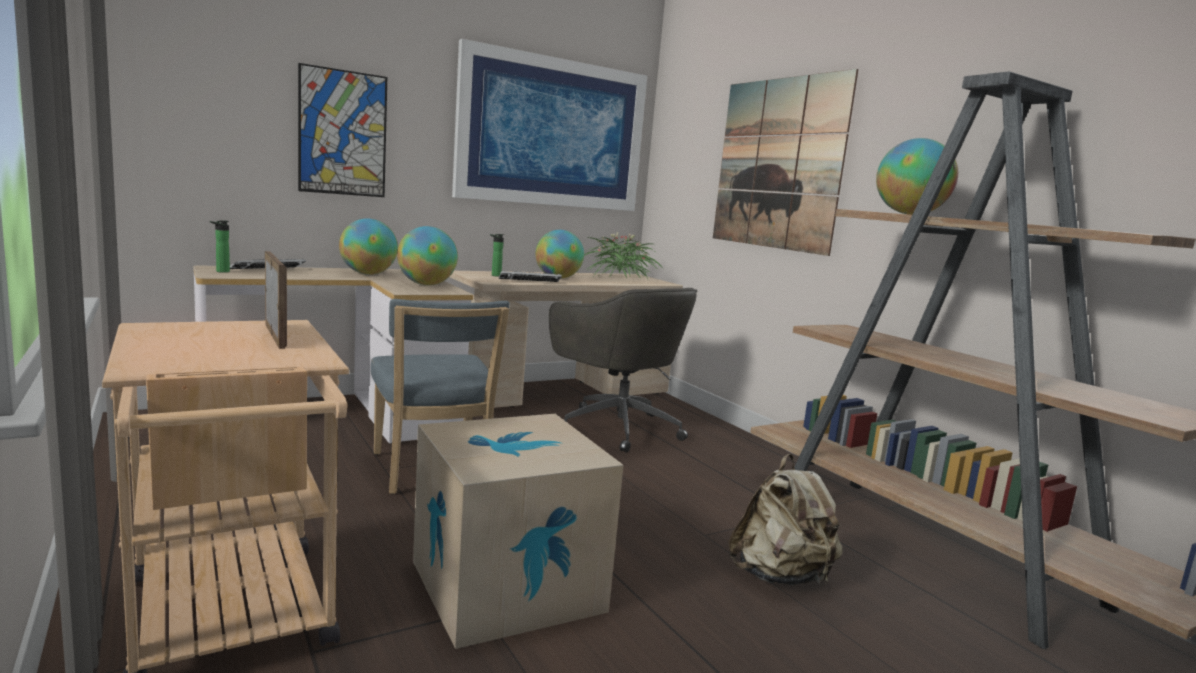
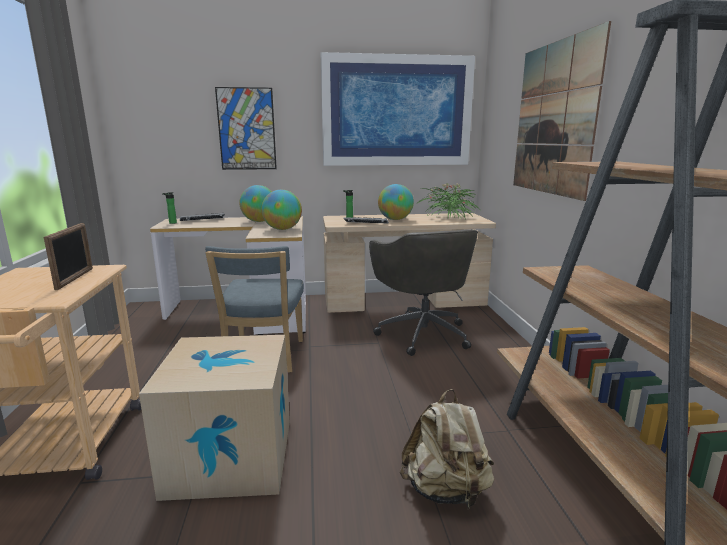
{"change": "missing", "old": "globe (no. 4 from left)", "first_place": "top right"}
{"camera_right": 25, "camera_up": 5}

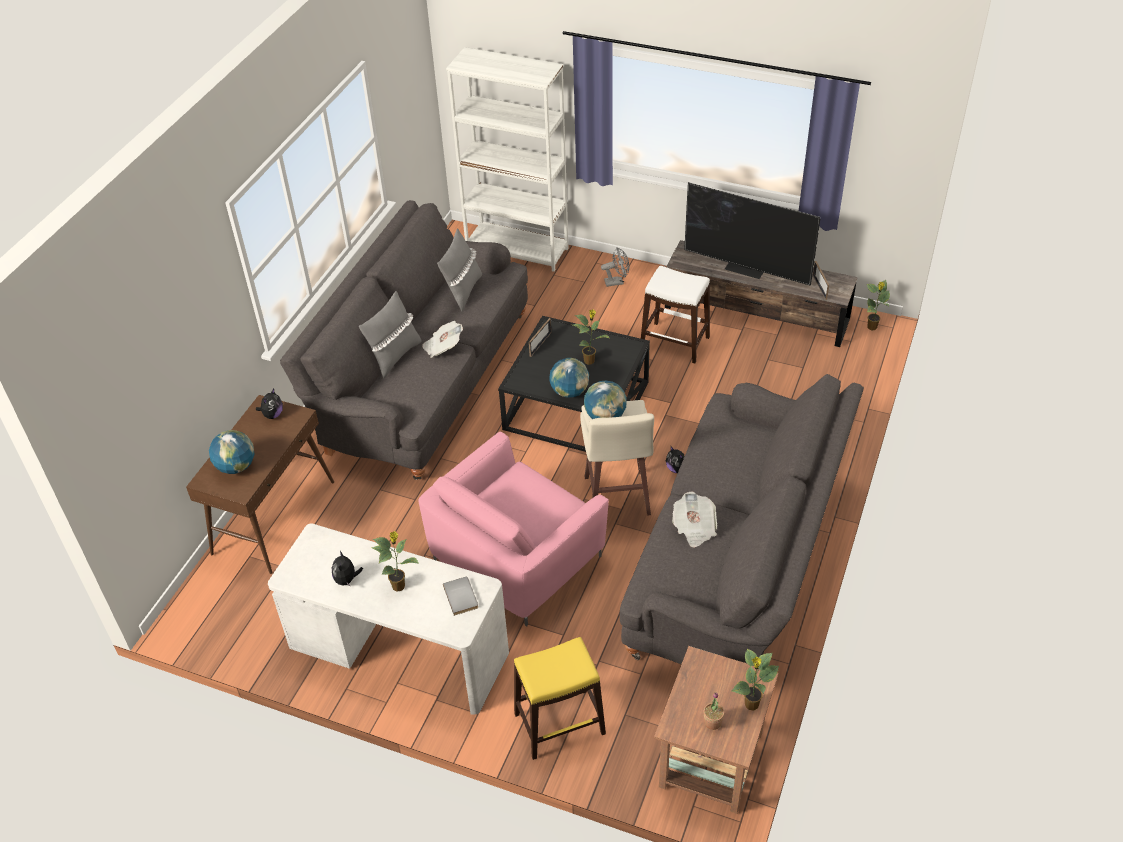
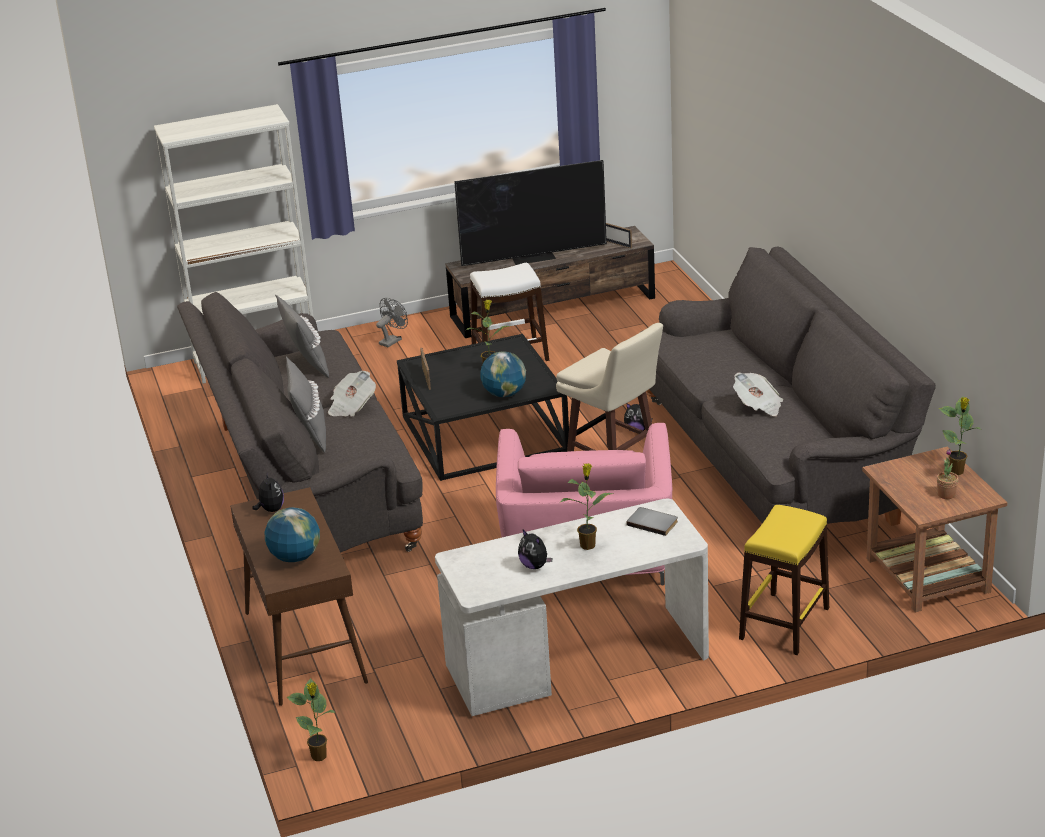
{"change": "relocated", "old": "potted plant (no. 5 from left in the first image)", "new": "potted plant (no. 1 from left)", "first_place": "middle right", "second_place": "bottom left"}
{"change": "missing", "old": "globe (no. 3 from left)", "first_place": "centre"}
{"camera_right": -40, "camera_up": -15}

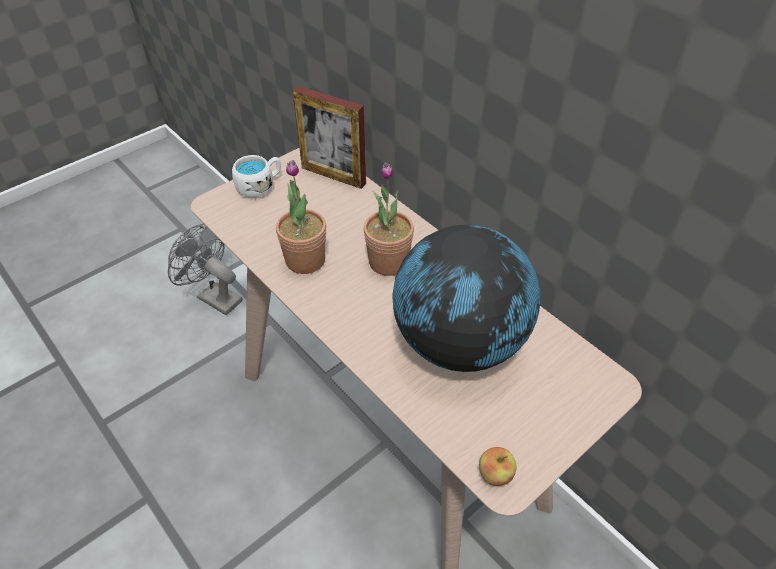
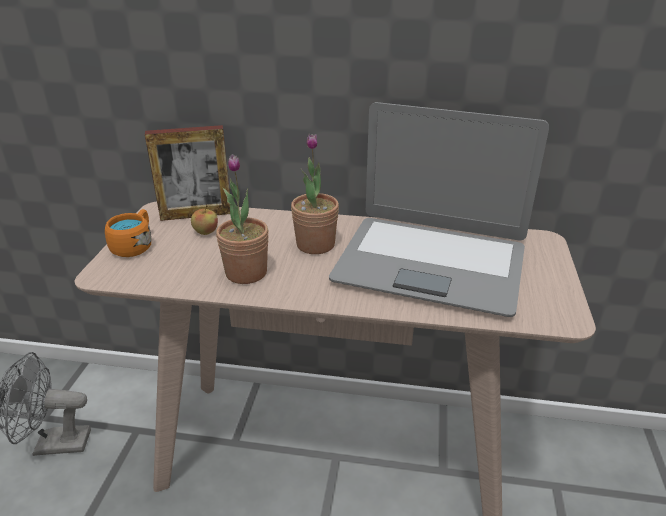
{"change": "colour", "old": "mug in white", "new": "mug in orange", "first_place": "top left", "second_place": "middle left"}
{"change": "relocated", "old": "apple", "first_place": "bottom centre", "second_place": "middle left"}
{"change": "exchanged", "old": "globe", "new": "laptop", "first_place": "centre", "second_place": "centre"}
{"camera_right": -40, "camera_up": -15}

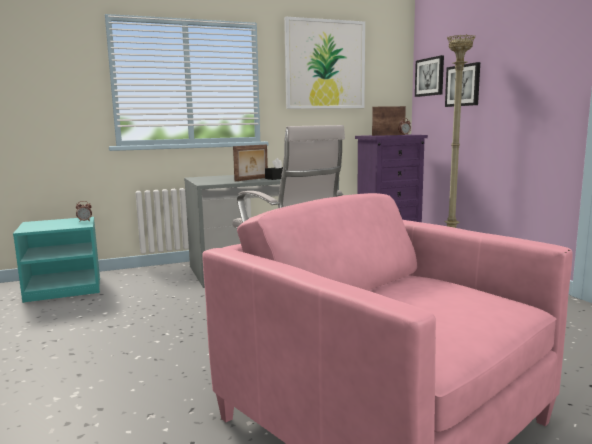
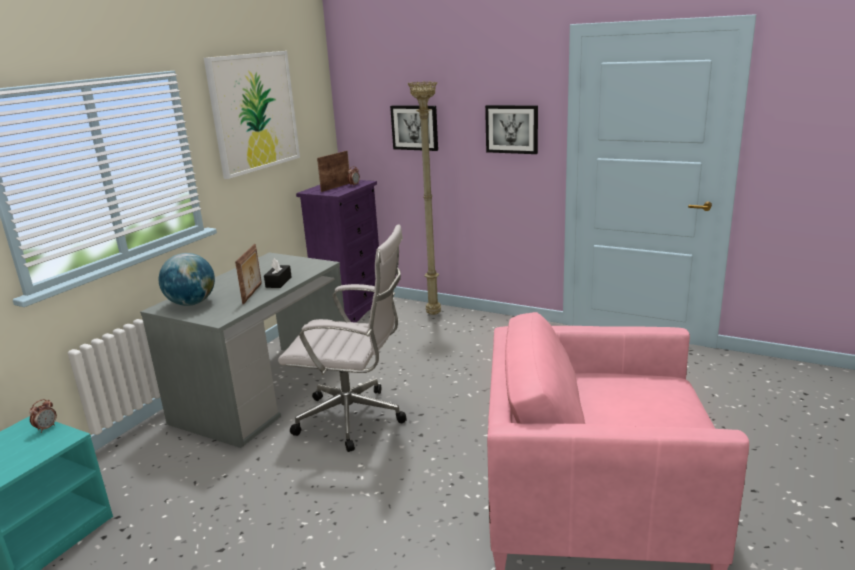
{"change": "appeared", "new": "globe", "second_place": "middle left"}
{"change": "relocated", "old": "picture (no. 2 from left in the first image)", "new": "picture (no. 3 from left)", "first_place": "top right", "second_place": "top centre"}
{"camera_right": -40, "camera_up": 10}

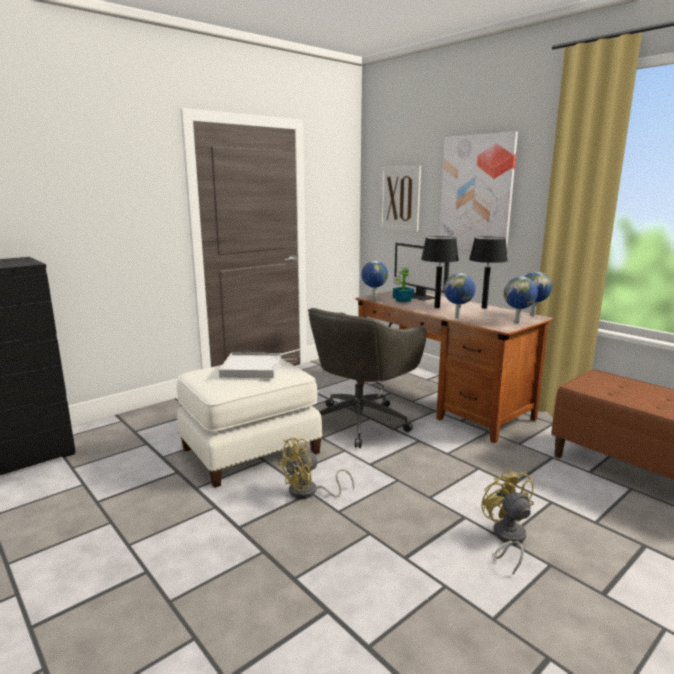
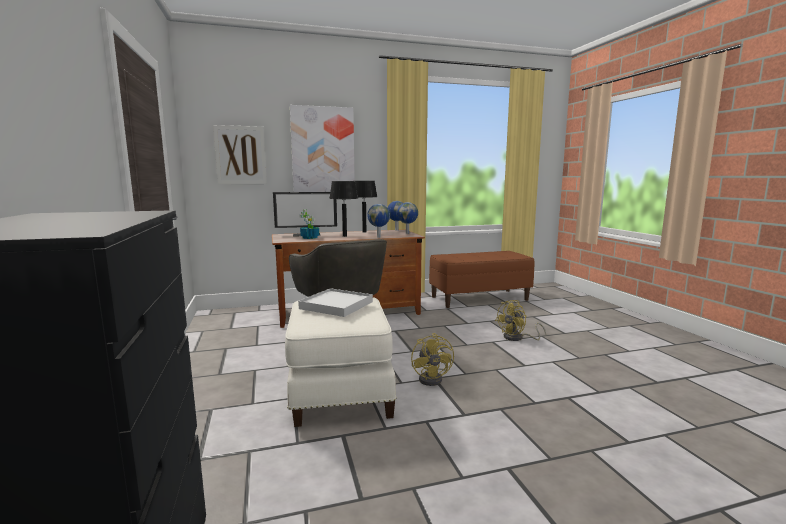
{"change": "spun", "old": "fan in yellow (no. 2 from left)", "first_place": "bottom right", "second_place": "centre", "degrees": -45}
{"change": "missing", "old": "globe (no. 1 from left)", "first_place": "centre"}
{"camera_right": -65, "camera_up": -5}

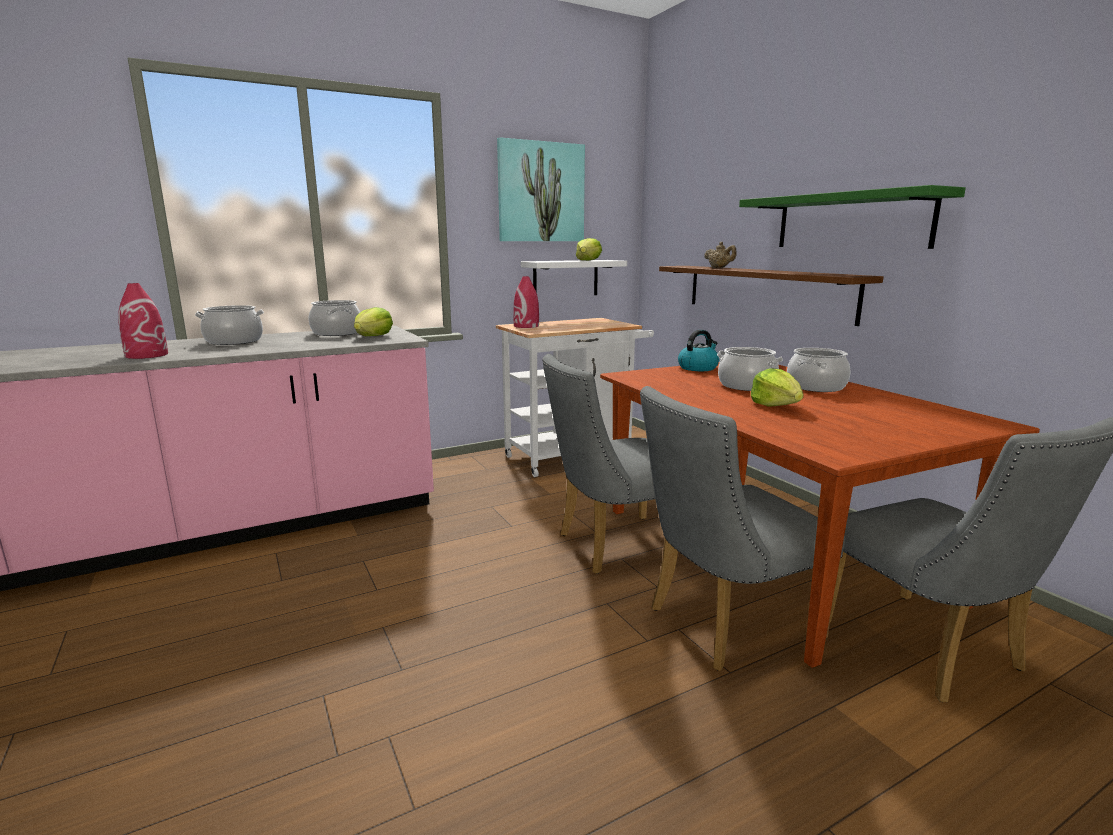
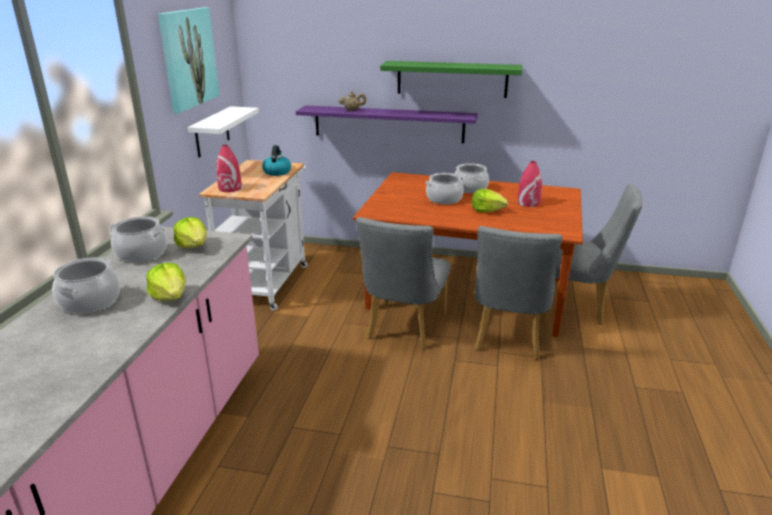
{"change": "relocated", "old": "lettuce (no. 2 from left in the first image)", "new": "lettuce (no. 1 from left)", "first_place": "top centre", "second_place": "middle left"}
{"change": "relocated", "old": "kettle", "first_place": "centre", "second_place": "top centre"}
{"change": "colour", "old": "shelf in brown", "new": "shelf in purple", "first_place": "middle right", "second_place": "top centre"}
{"change": "relocated", "old": "vase in red (no. 1 from left in the first image)", "new": "vase in red (no. 2 from left)", "first_place": "middle left", "second_place": "middle right"}
{"camera_right": -50, "camera_up": 10}

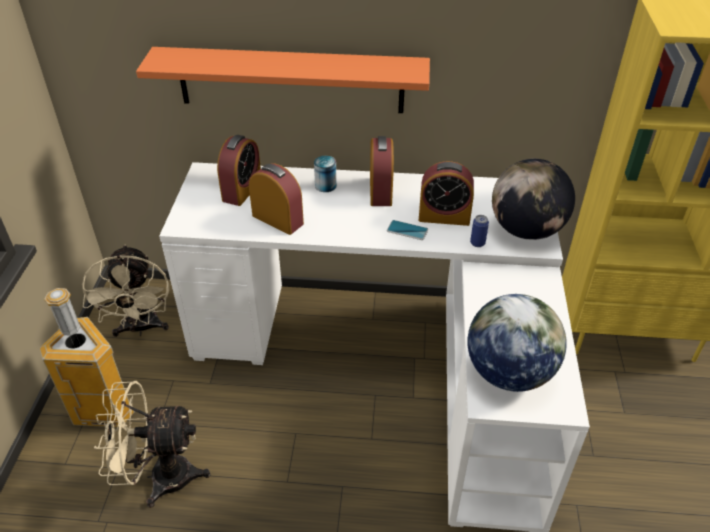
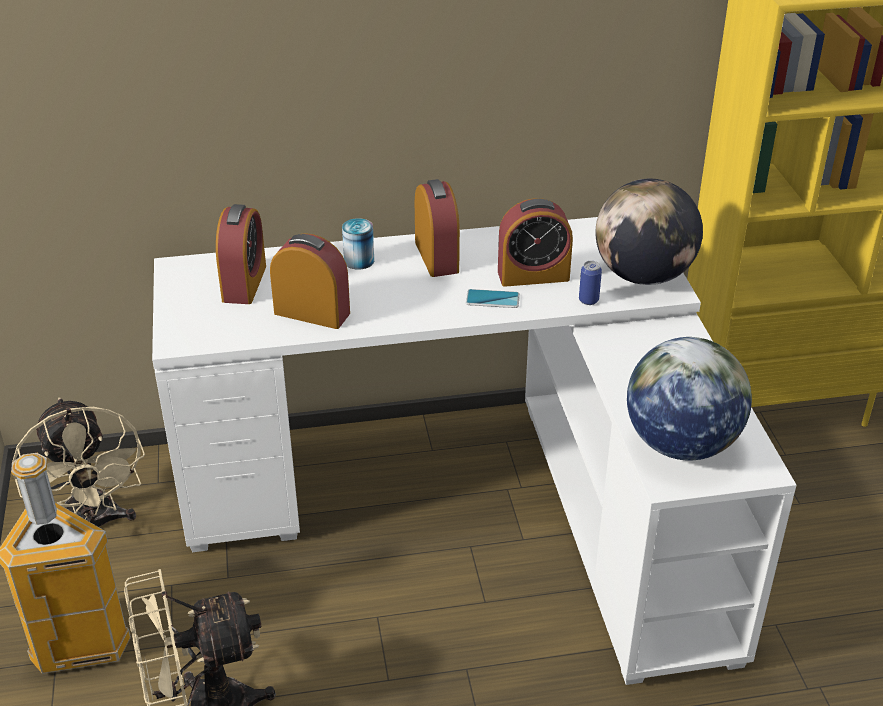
{"change": "missing", "old": "shelf in orange", "first_place": "top centre"}
{"camera_right": -15, "camera_up": -5}

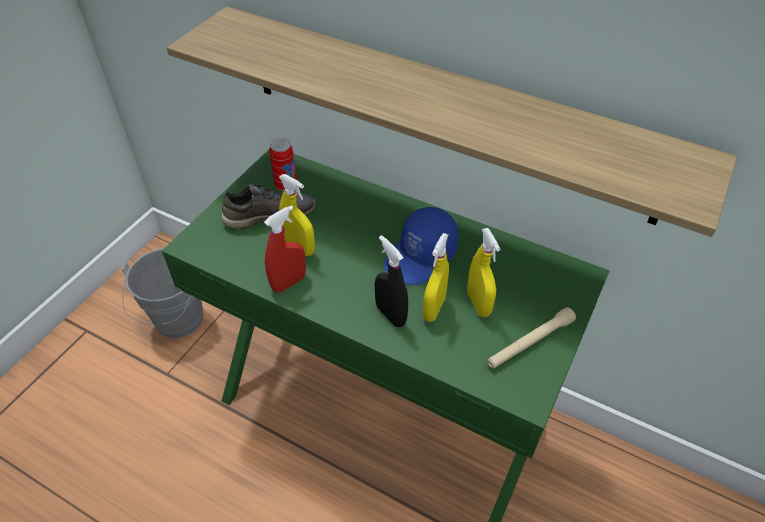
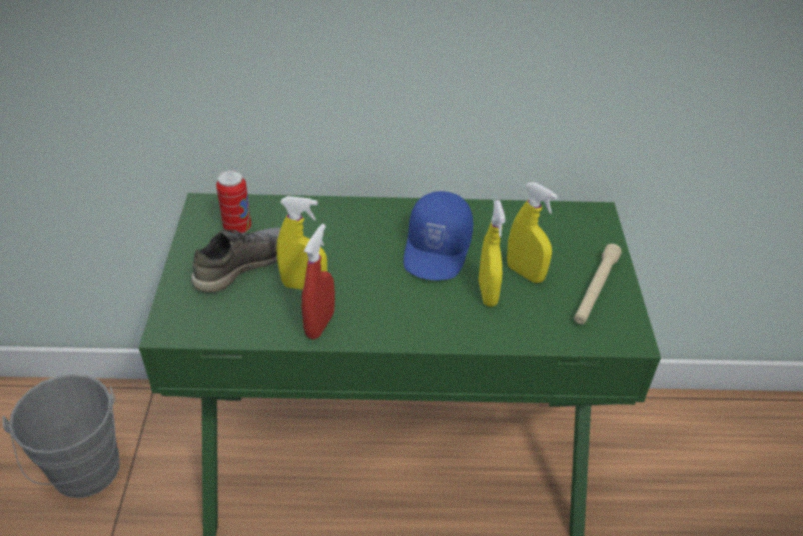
{"change": "missing", "old": "shelf", "first_place": "top centre"}
{"change": "missing", "old": "spray bottle in black", "first_place": "centre"}
{"camera_right": -30, "camera_up": -5}

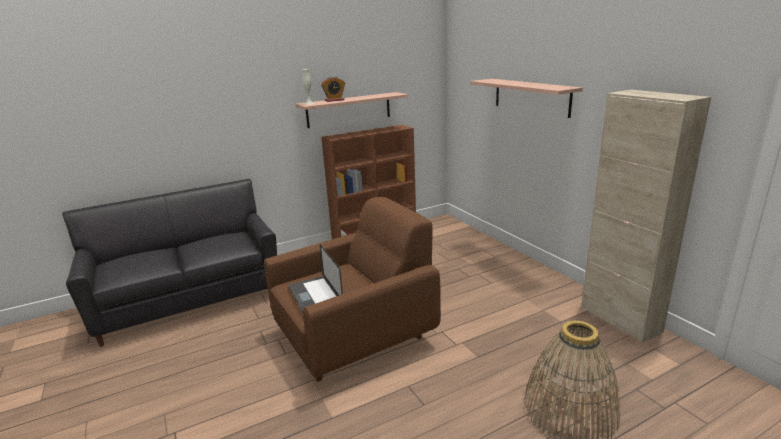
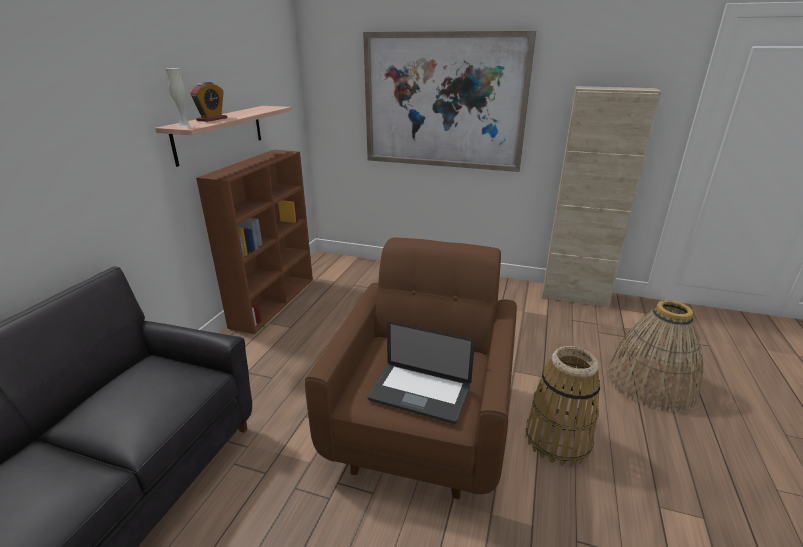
{"change": "exchanged", "old": "shelf (no. 2 from left)", "new": "picture", "first_place": "top right", "second_place": "top centre"}
{"change": "appeared", "new": "basket (no. 1 from left)", "second_place": "bottom right"}
{"camera_right": -45, "camera_up": 5}

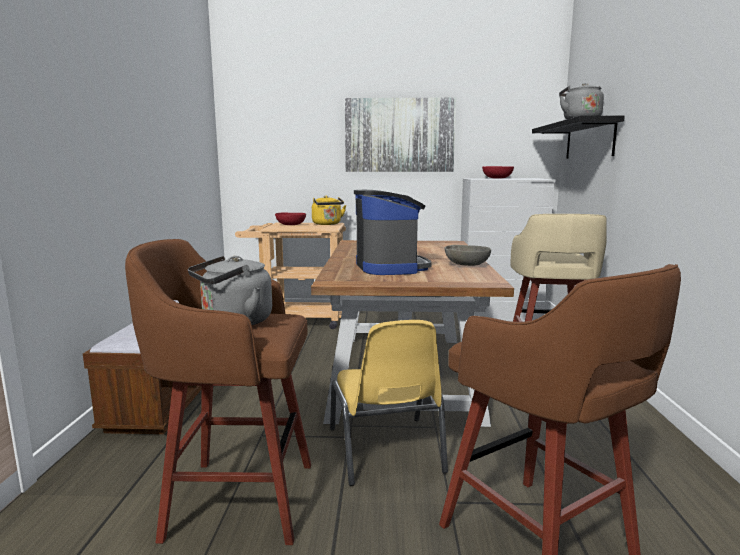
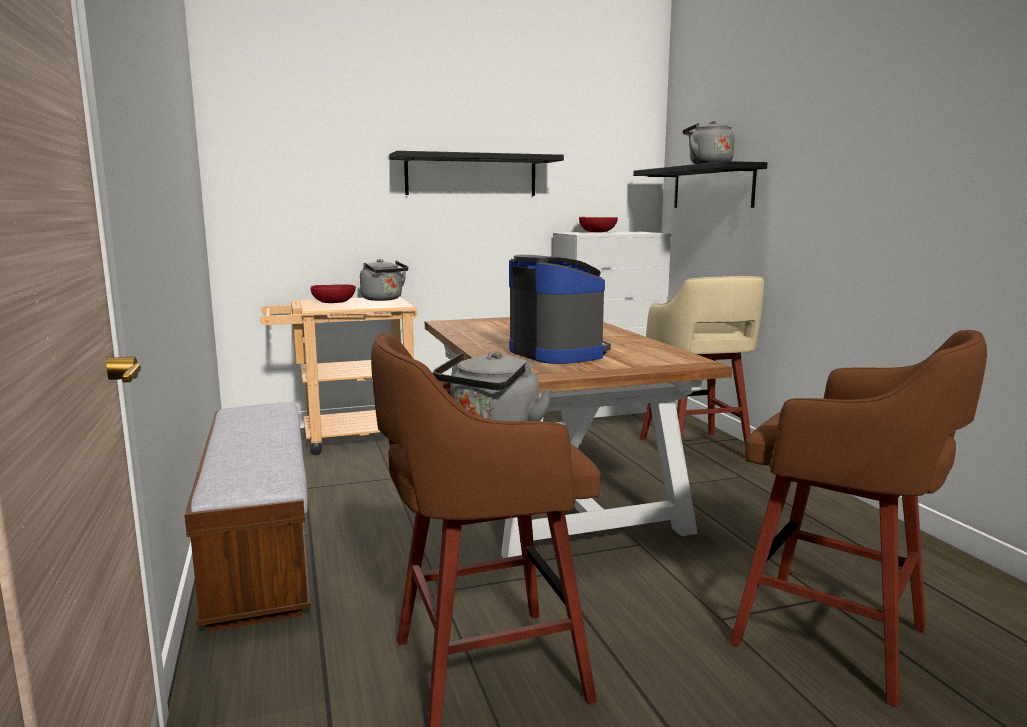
{"change": "colour", "old": "kettle in yellow", "new": "kettle in grey (no. 1 from left)", "first_place": "centre", "second_place": "centre"}
{"change": "exchanged", "old": "picture", "new": "shelf in black (no. 1 from left)", "first_place": "top centre", "second_place": "top centre"}
{"change": "missing", "old": "chair in yellow", "first_place": "bottom centre"}
{"change": "missing", "old": "bowl in grey", "first_place": "centre"}
{"camera_right": -20, "camera_up": 0}

